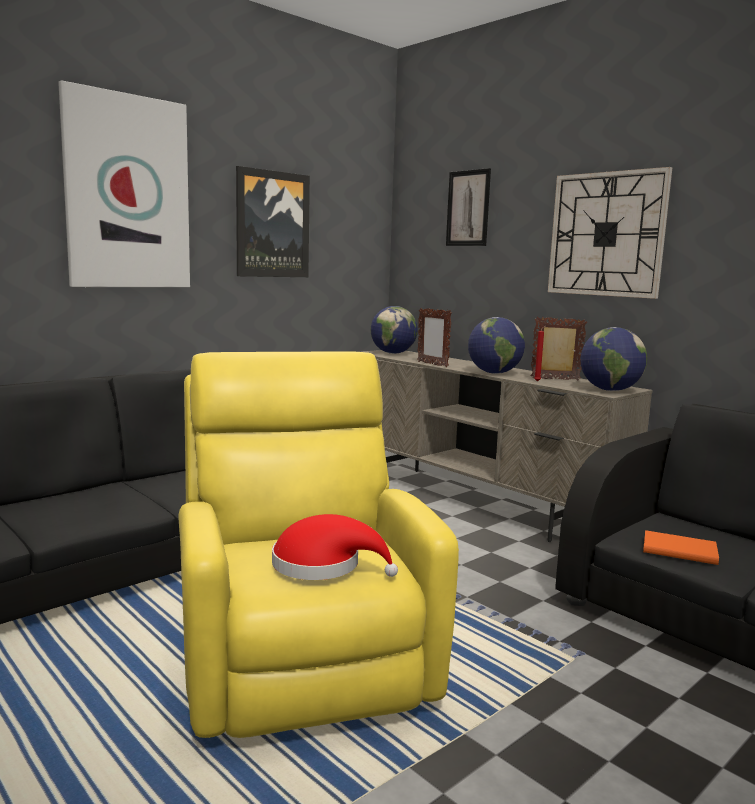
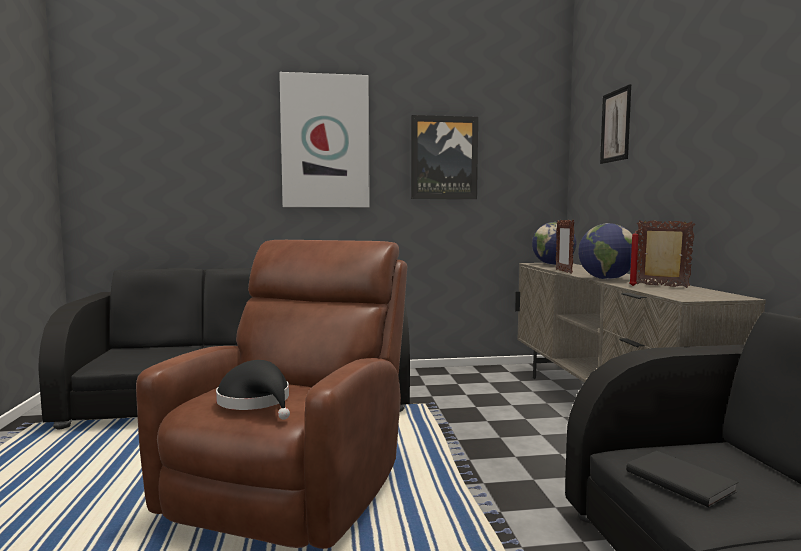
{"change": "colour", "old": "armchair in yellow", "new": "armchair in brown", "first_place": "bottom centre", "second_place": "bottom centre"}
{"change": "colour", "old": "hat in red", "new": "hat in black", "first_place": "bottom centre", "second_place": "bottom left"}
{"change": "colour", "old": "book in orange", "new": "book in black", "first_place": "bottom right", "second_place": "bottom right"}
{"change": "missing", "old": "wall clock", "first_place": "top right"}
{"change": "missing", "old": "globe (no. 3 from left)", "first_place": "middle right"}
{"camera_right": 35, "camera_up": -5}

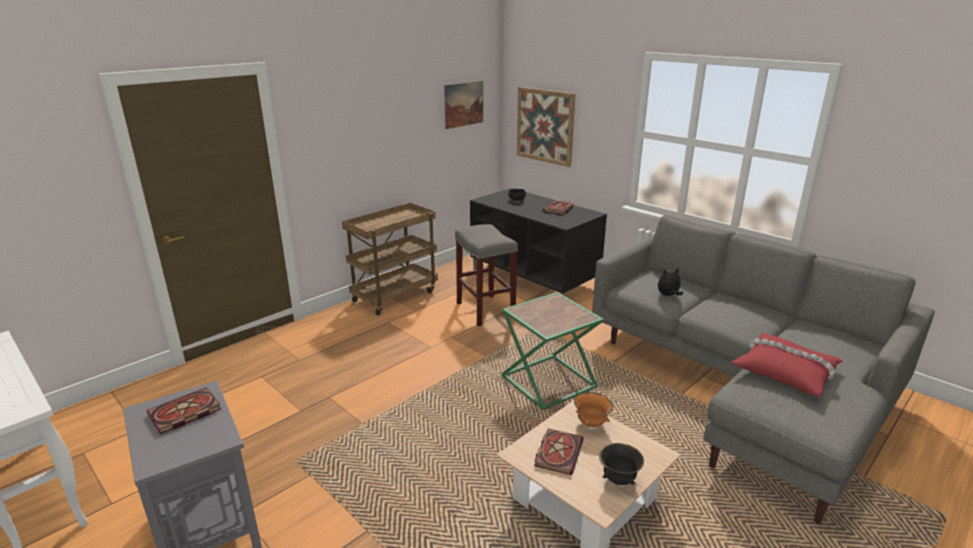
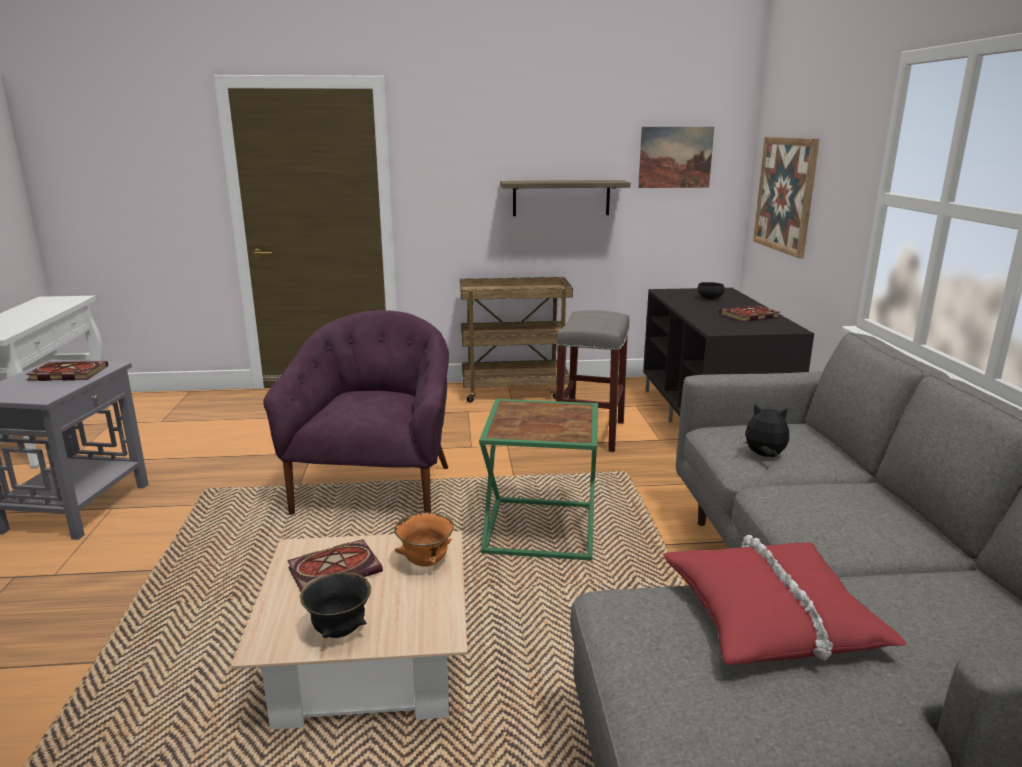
{"change": "appeared", "new": "armchair in purple", "second_place": "centre"}
{"change": "appeared", "new": "shelf", "second_place": "top centre"}
{"camera_right": 40, "camera_up": -5}

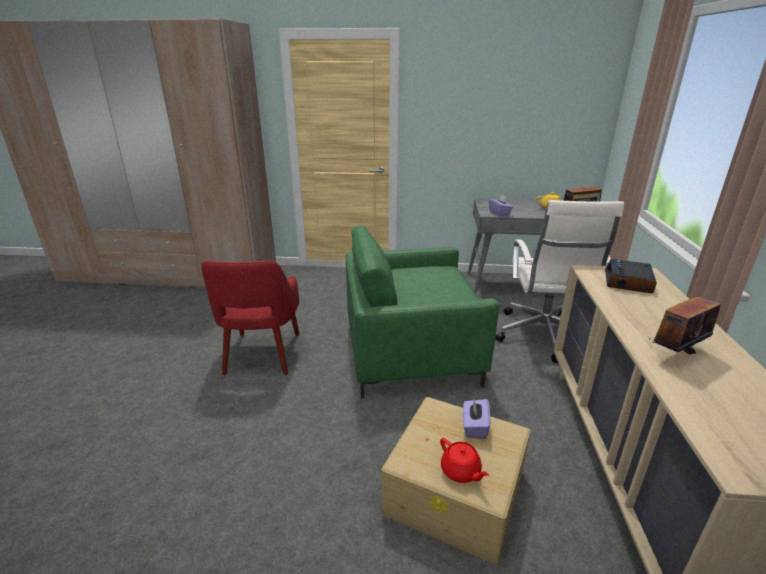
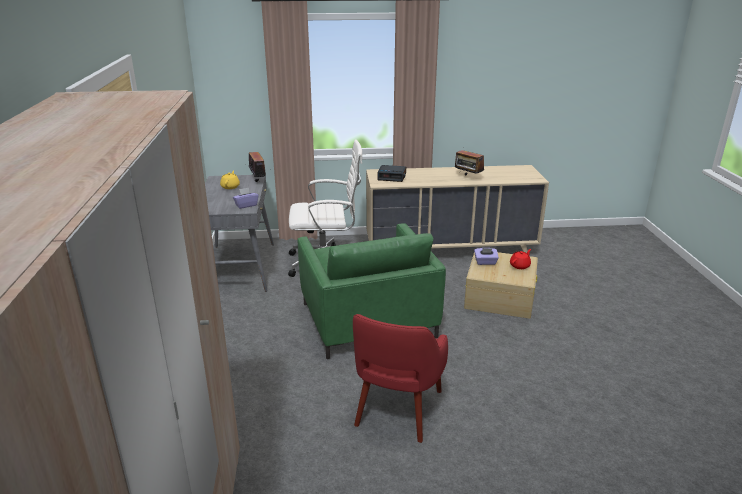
{"change": "spun", "old": "armchair in red", "first_place": "middle left", "second_place": "bottom centre", "degrees": 120}
{"camera_right": -100, "camera_up": 0}

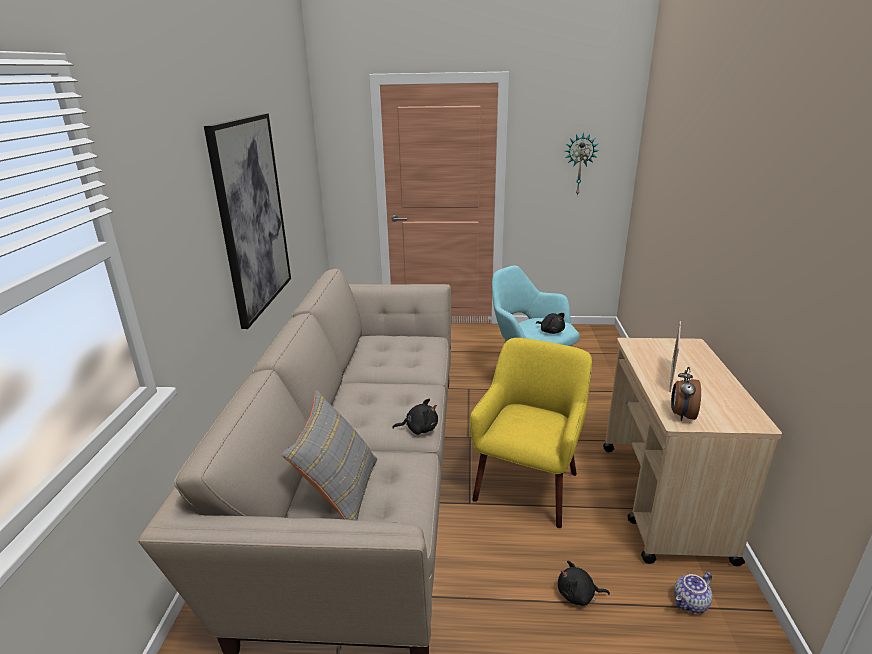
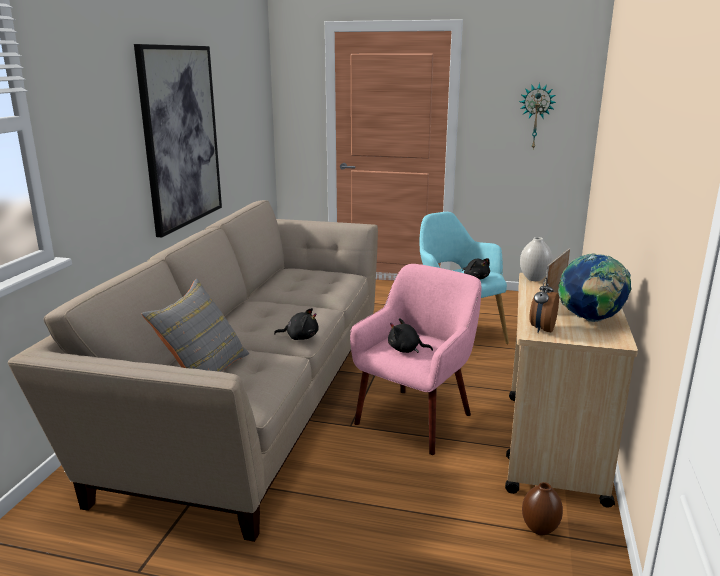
{"change": "colour", "old": "armchair in yellow", "new": "armchair in pink", "first_place": "centre", "second_place": "centre"}
{"change": "relocated", "old": "plush toy in black (no. 3 from left in the first image)", "new": "plush toy in black (no. 2 from left)", "first_place": "bottom right", "second_place": "centre"}
{"change": "appeared", "new": "vase in white", "second_place": "middle right"}
{"change": "exchanged", "old": "teapot", "new": "vase in brown", "first_place": "bottom right", "second_place": "bottom right"}
{"change": "appeared", "new": "globe", "second_place": "middle right"}
{"camera_right": 10, "camera_up": -5}

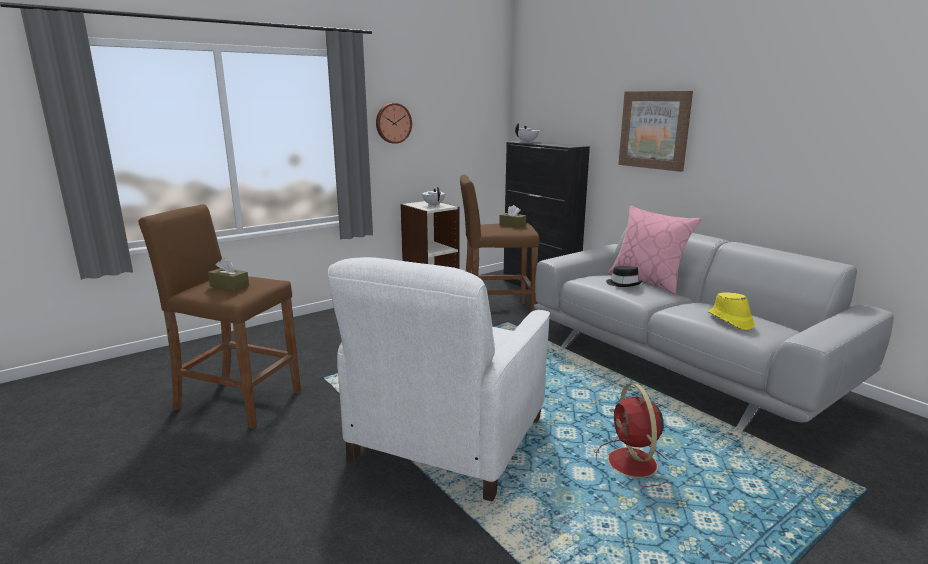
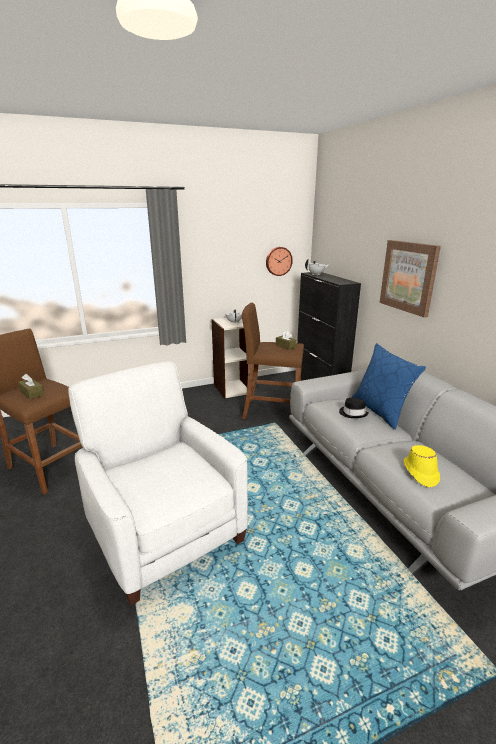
{"change": "spun", "old": "armchair in white", "first_place": "bottom centre", "second_place": "middle left", "degrees": 105}
{"change": "relocated", "old": "wall clock", "first_place": "top centre", "second_place": "centre"}
{"change": "colour", "old": "pillow in pink", "new": "pillow in blue", "first_place": "middle right", "second_place": "middle right"}
{"change": "missing", "old": "fan in red", "first_place": "bottom right"}
{"camera_right": 15, "camera_up": 5}

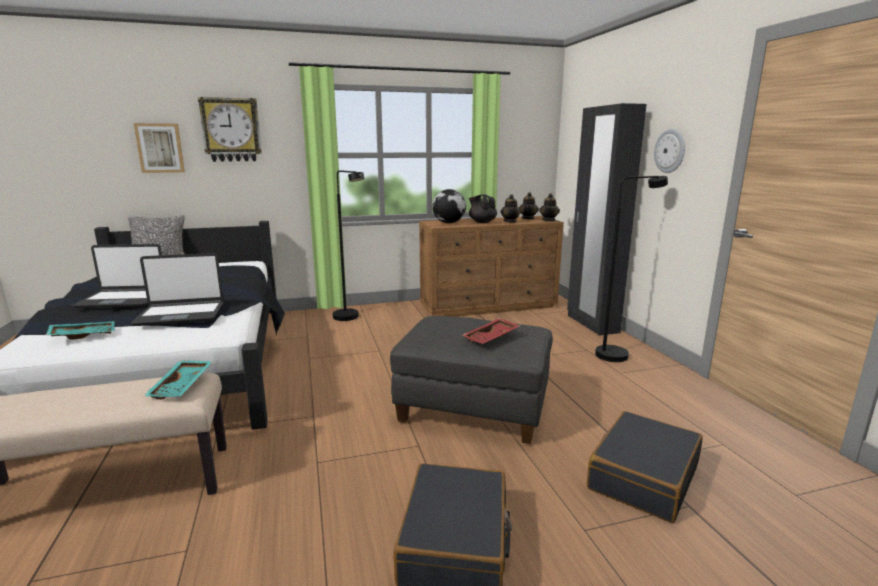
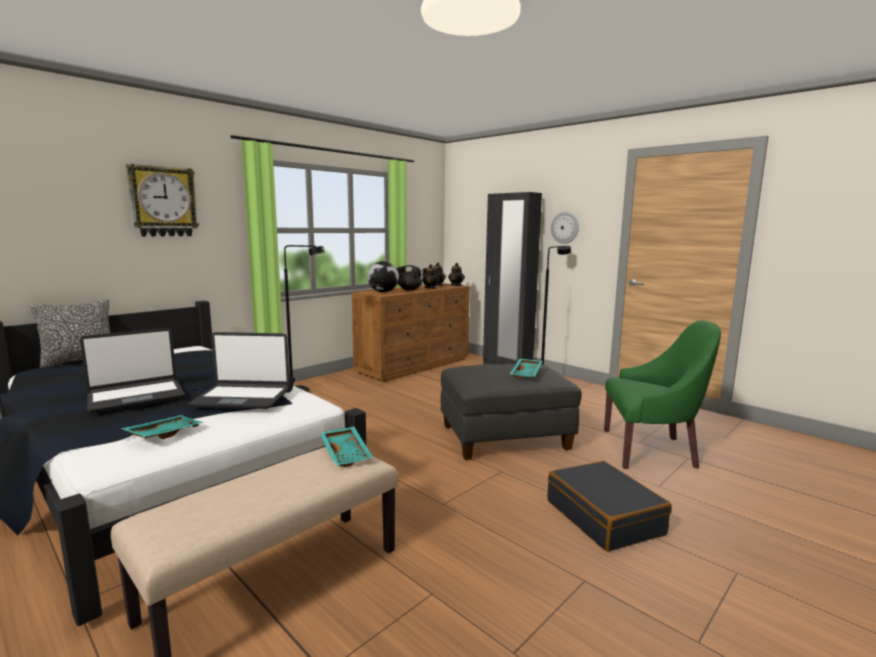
{"change": "spun", "old": "laptop (no. 2 from left)", "first_place": "middle left", "second_place": "middle left", "degrees": 45}
{"change": "colour", "old": "tray in red", "new": "tray in turquoise (no. 3 from left)", "first_place": "centre", "second_place": "centre"}
{"change": "exchanged", "old": "suitcase in black (no. 2 from left)", "new": "armchair in green", "first_place": "bottom right", "second_place": "middle right"}
{"change": "missing", "old": "picture", "first_place": "top left"}
{"camera_right": -30, "camera_up": -5}

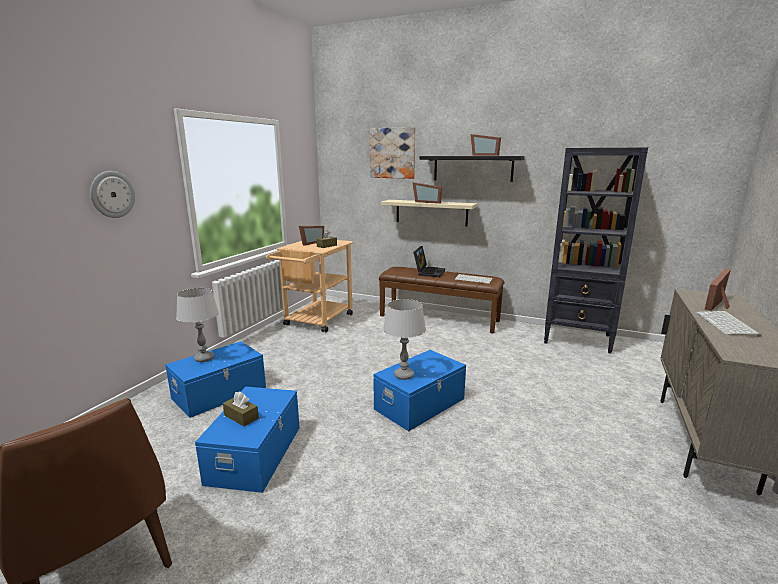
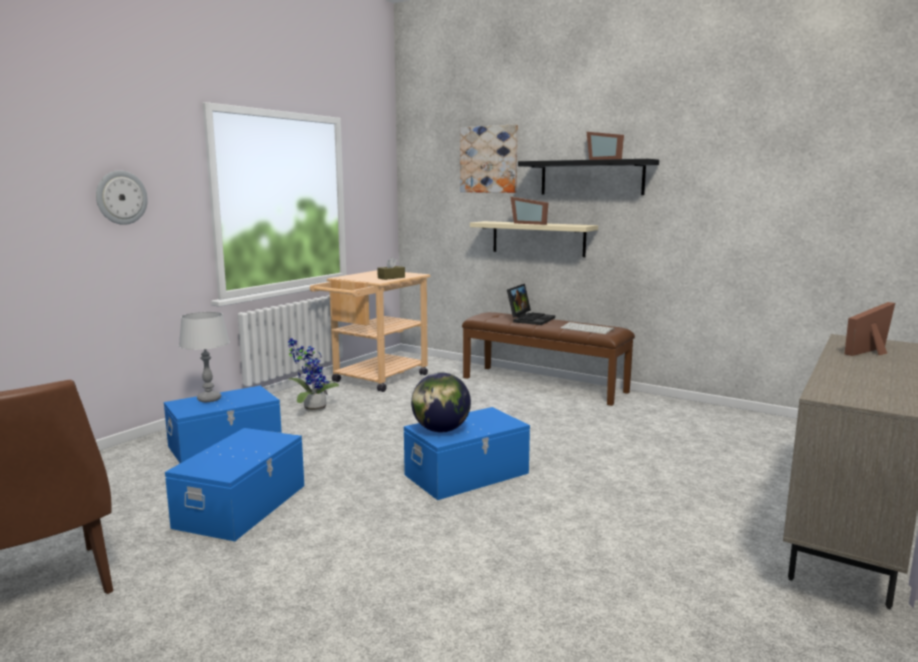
{"change": "appeared", "new": "potted plant", "second_place": "centre"}
{"change": "exchanged", "old": "table lamp in grey (no. 2 from left)", "new": "globe", "first_place": "centre", "second_place": "centre"}
{"change": "missing", "old": "tissue box in brown (no. 1 from left)", "first_place": "bottom left"}
{"change": "missing", "old": "picture frame (no. 1 from left)", "first_place": "centre"}
{"change": "missing", "old": "bookcase in black", "first_place": "middle right"}
{"change": "missing", "old": "keyboard (no. 2 from left)", "first_place": "middle right"}
{"camera_right": 10, "camera_up": -5}

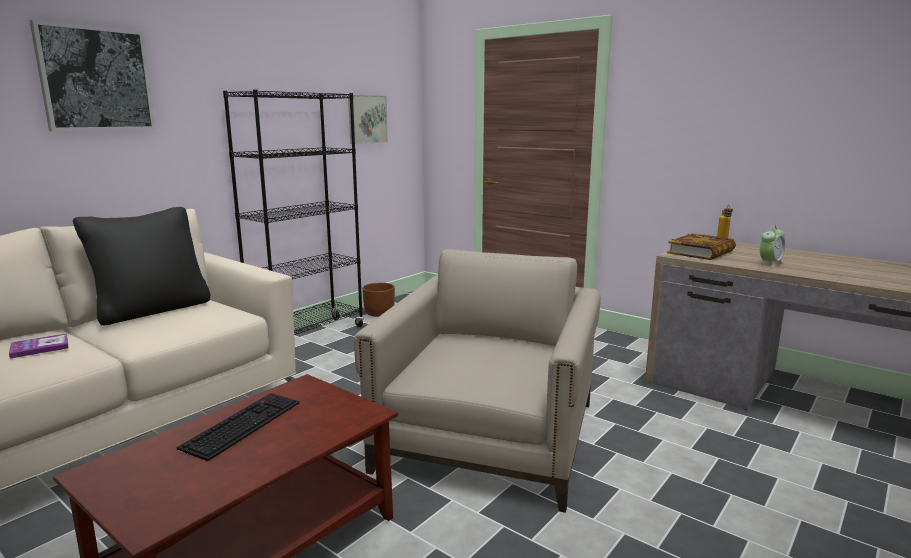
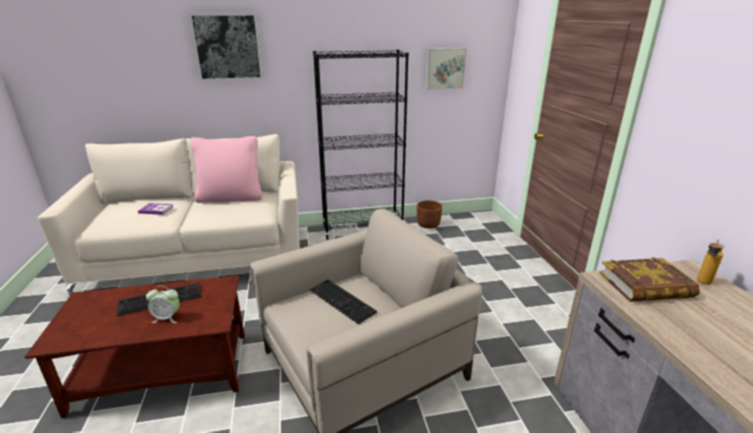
{"change": "relocated", "old": "alarm clock", "first_place": "middle right", "second_place": "bottom left"}
{"change": "colour", "old": "pillow in black", "new": "pillow in pink", "first_place": "middle left", "second_place": "middle left"}
{"change": "appeared", "new": "keyboard (no. 2 from left)", "second_place": "bottom centre"}
{"camera_right": 40, "camera_up": 10}

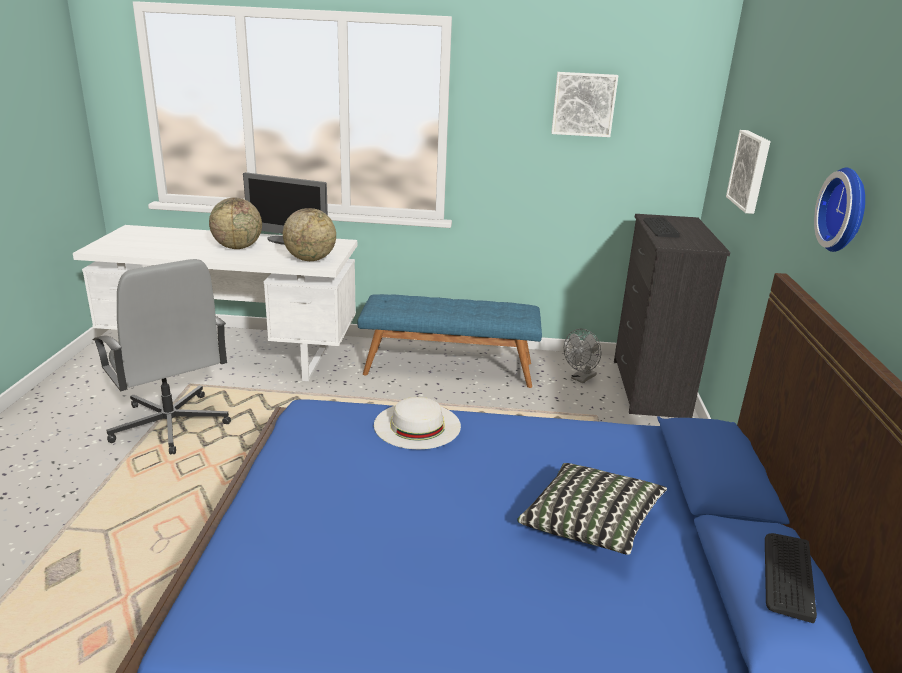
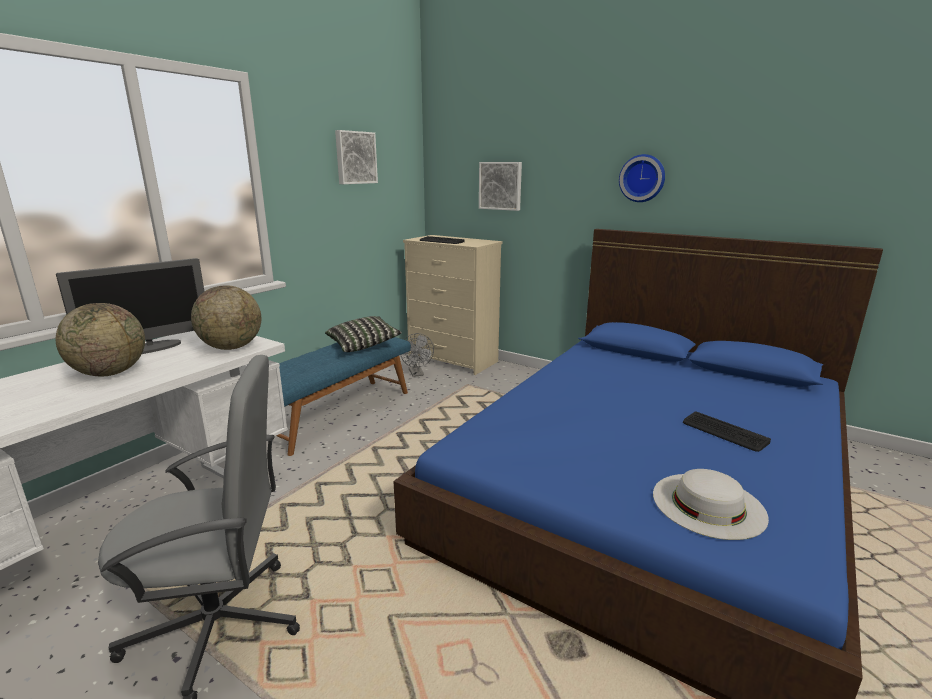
{"change": "relocated", "old": "pillow", "first_place": "bottom centre", "second_place": "centre"}
{"change": "colour", "old": "dresser in black", "new": "dresser in beige", "first_place": "middle right", "second_place": "centre"}
{"change": "relocated", "old": "hat in white", "first_place": "centre", "second_place": "bottom right"}
{"change": "relocated", "old": "keyboard (no. 2 from left)", "first_place": "bottom right", "second_place": "middle right"}
{"camera_right": -60, "camera_up": -5}

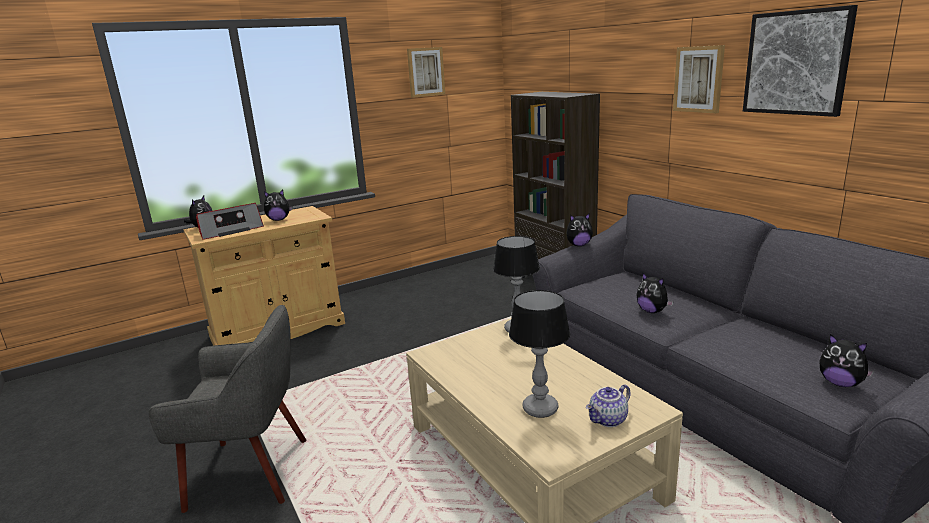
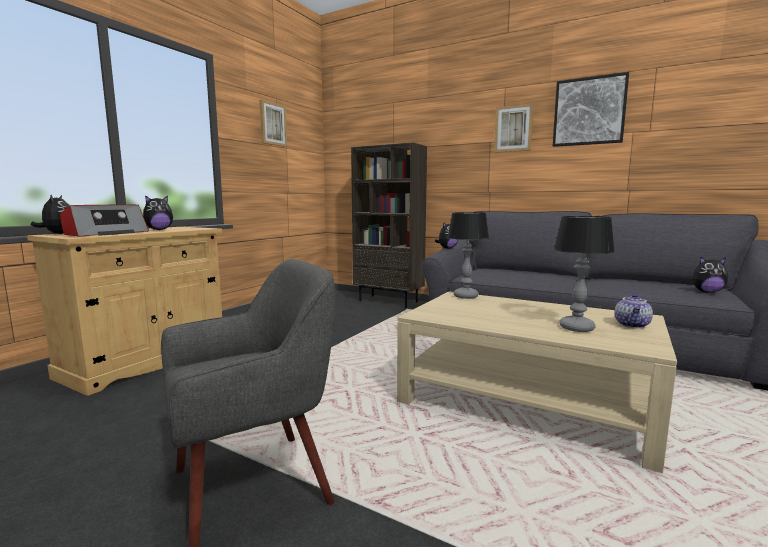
{"change": "missing", "old": "plush toy (no. 4 from left)", "first_place": "middle right"}
{"camera_right": -30, "camera_up": -10}

